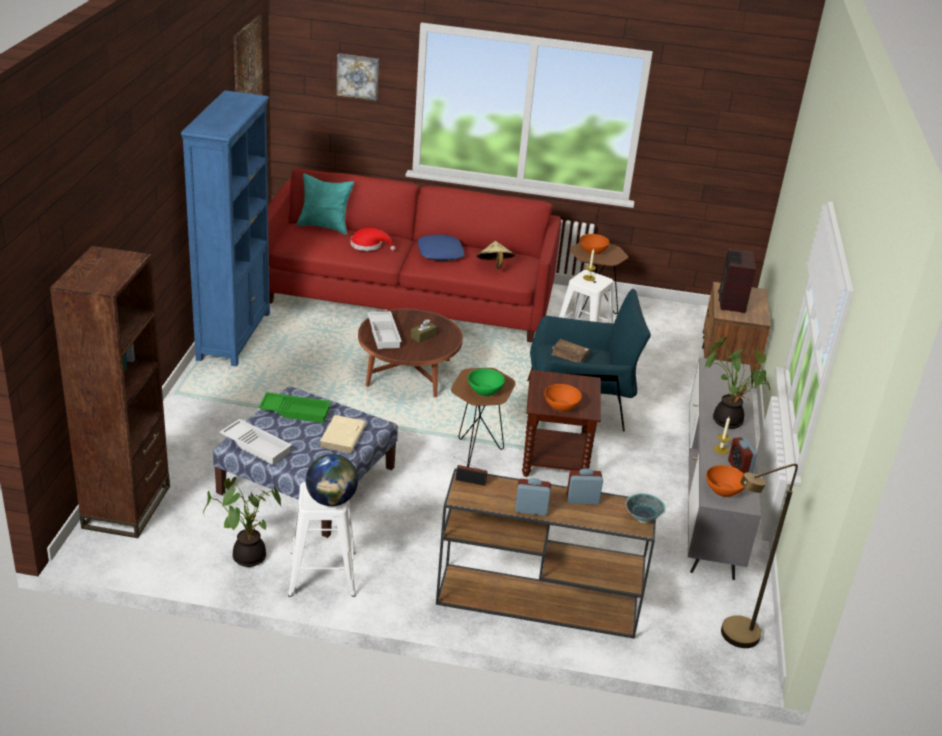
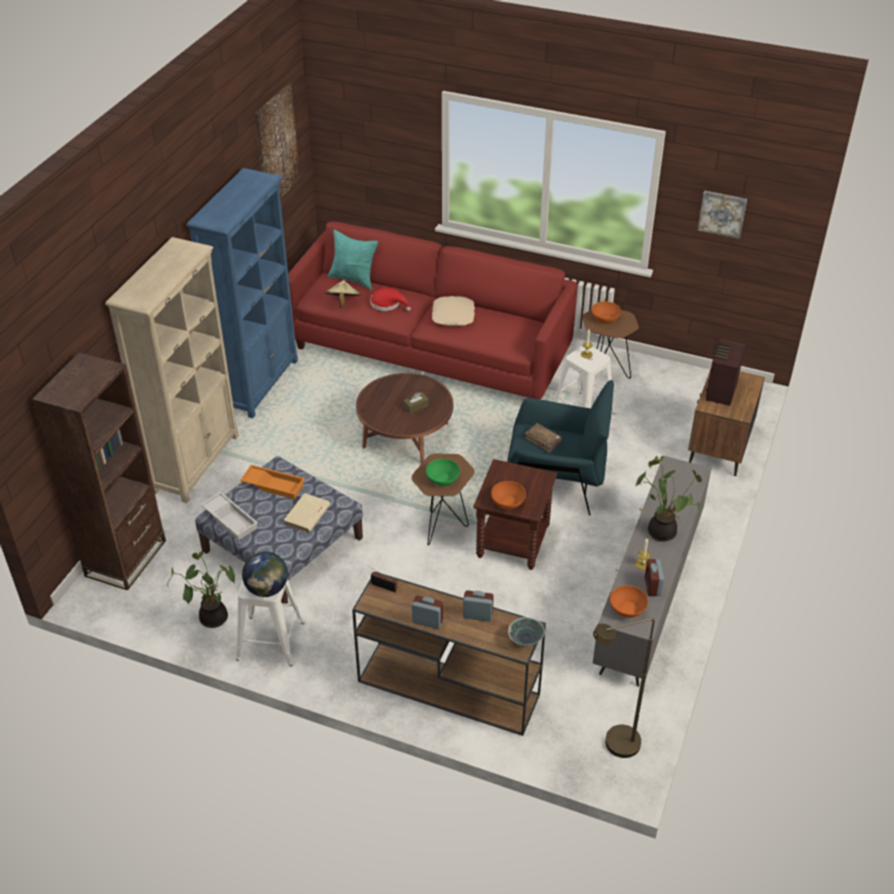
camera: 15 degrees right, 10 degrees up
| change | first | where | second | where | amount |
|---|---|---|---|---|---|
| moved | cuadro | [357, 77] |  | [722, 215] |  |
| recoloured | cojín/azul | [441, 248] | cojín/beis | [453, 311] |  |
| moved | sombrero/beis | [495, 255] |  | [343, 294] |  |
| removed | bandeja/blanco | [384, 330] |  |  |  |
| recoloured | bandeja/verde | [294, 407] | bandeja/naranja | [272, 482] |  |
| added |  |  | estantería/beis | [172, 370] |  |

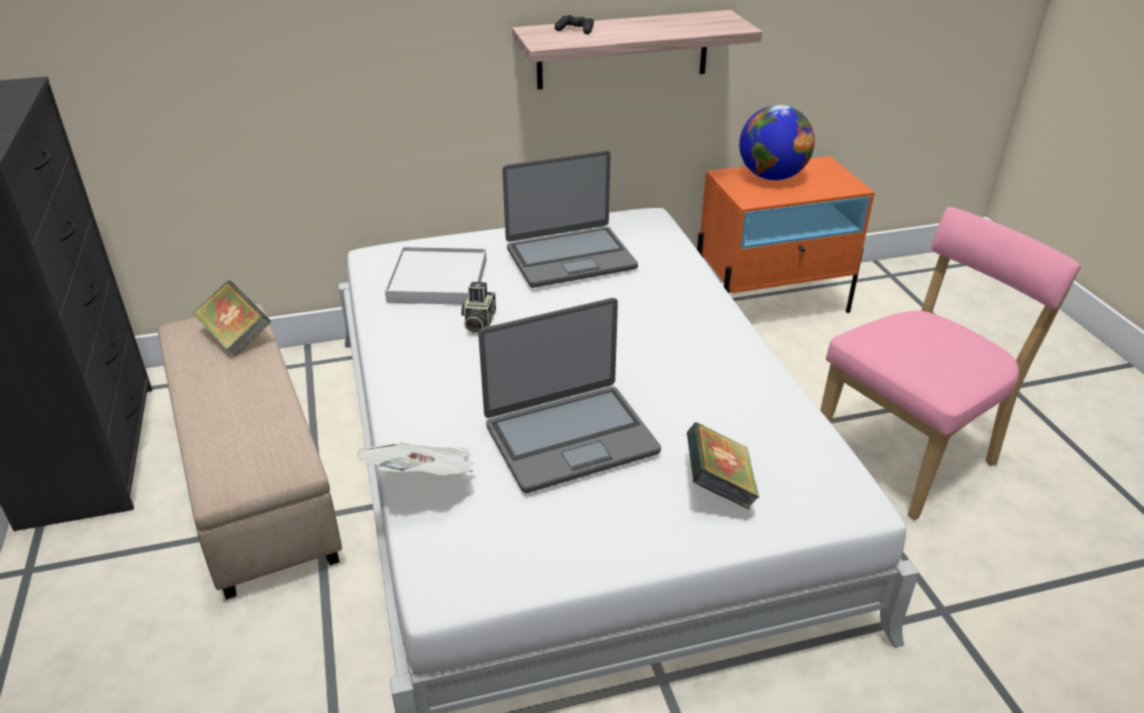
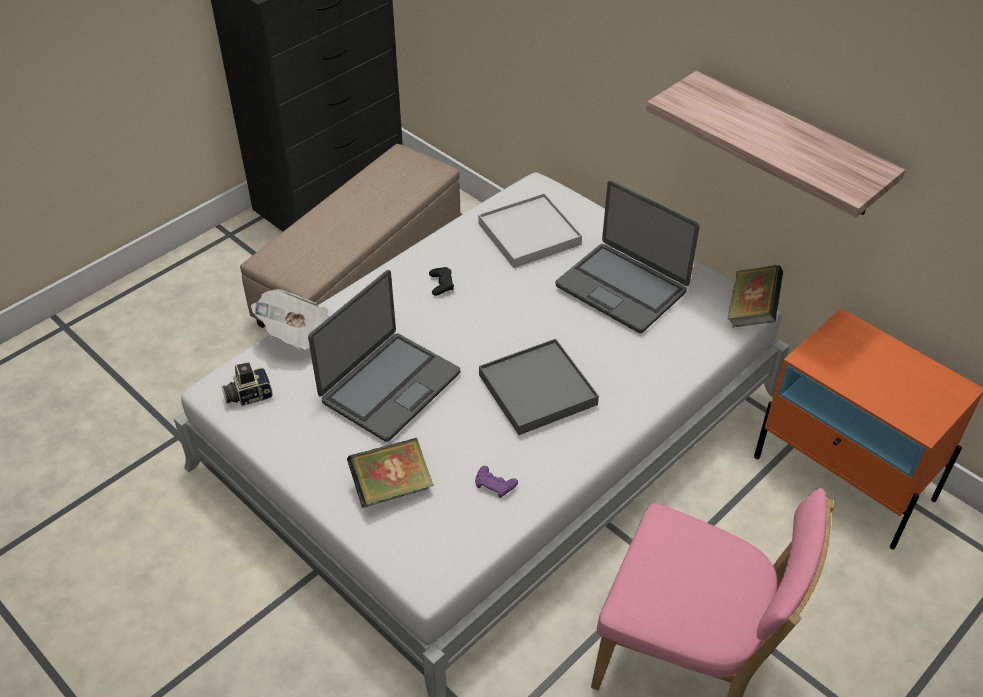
camera: 60 degrees right, 10 degrees up
| change | first | where | second | where | amount |
|---|---|---|---|---|---|
| moved | mando de consola/negro | [574, 25] |  | [441, 281] |  |
| removed | globo terráqueo | [777, 142] |  |  |  |
| moved | libro | [231, 318] |  | [755, 296] |  |
| moved | cámara | [478, 307] |  | [247, 384] |  |
| turned | portátil | [569, 395] |  | [384, 356] | 90 degrees counterclockwise |
| added |  |  | bandeja/gris | [539, 387] |  |
| added |  |  | mando de consola/morado | [496, 482] |  |

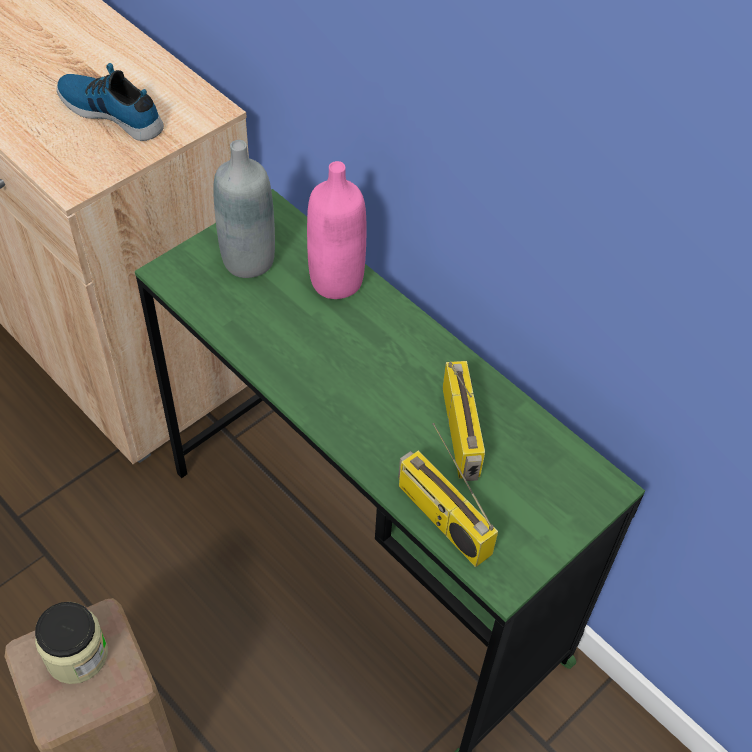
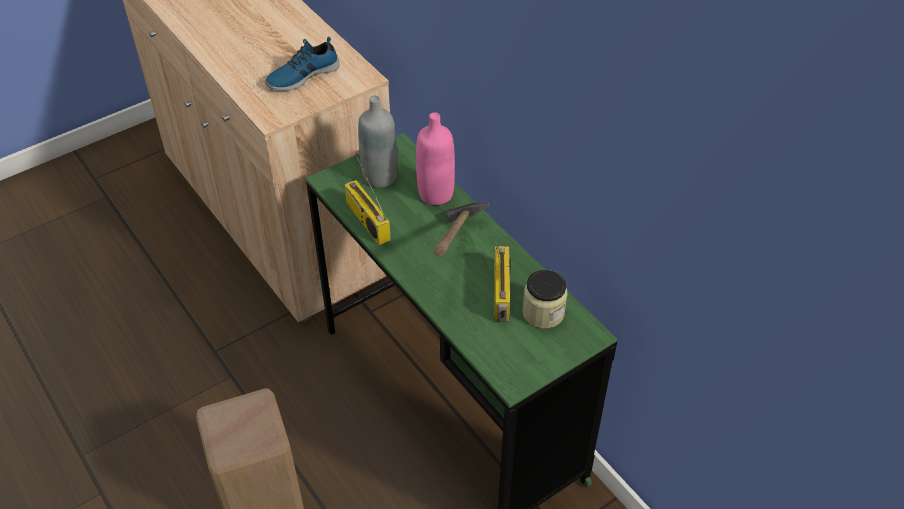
camera: 10 degrees right, 5 degrees down
| change | first | where | second | where | amount |
|---|---|---|---|---|---|
| turned | zapato | [110, 102] |  | [302, 64] | 75 degrees counterclockwise |
| moved | radio | [448, 495] |  | [368, 200] |  |
| moved | tarro | [71, 643] |  | [545, 299] |  |
| added |  |  | martillo | [461, 229] |  |

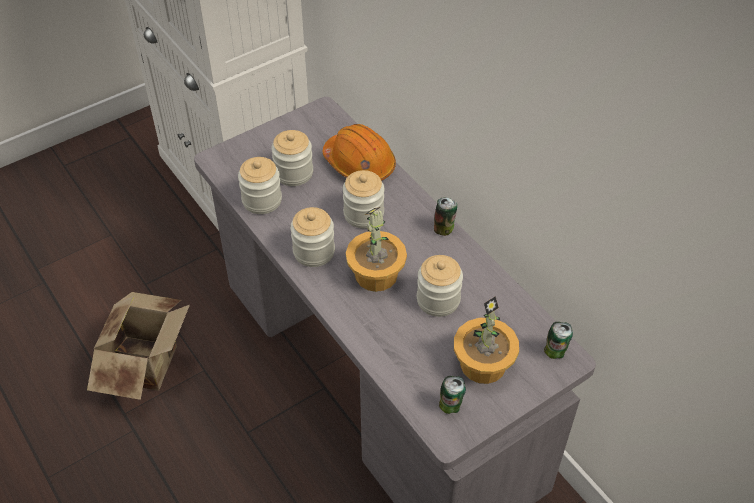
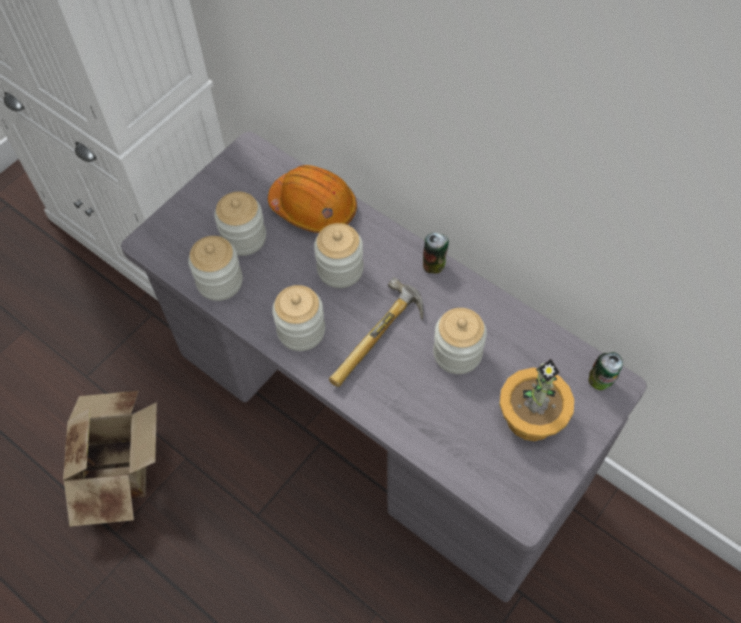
camera: 15 degrees left, 10 degrees up
| change | first | where | second | where | amount |
|---|---|---|---|---|---|
| replaced | planta en maceta | [376, 249] | martillo | [376, 332] |  |
| removed | lata | [452, 395] |  |  |  |

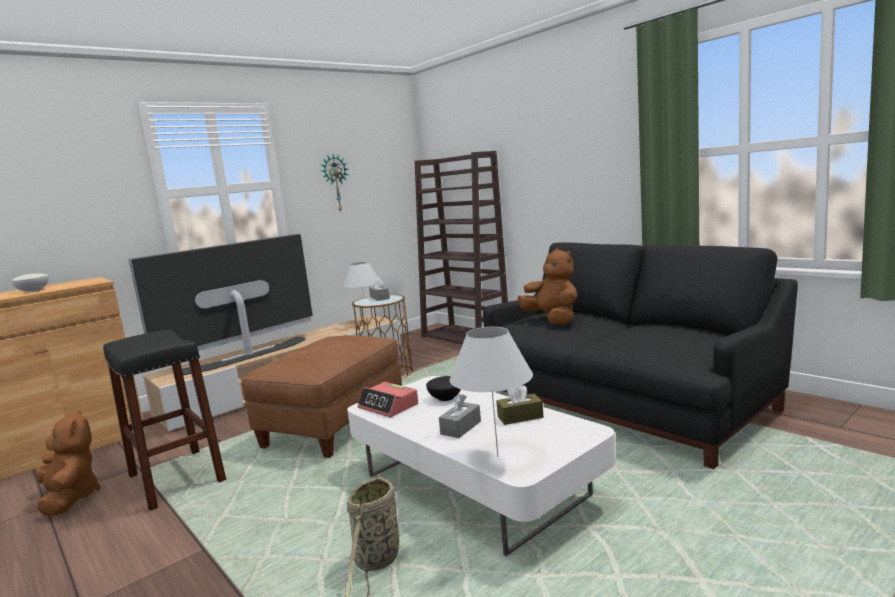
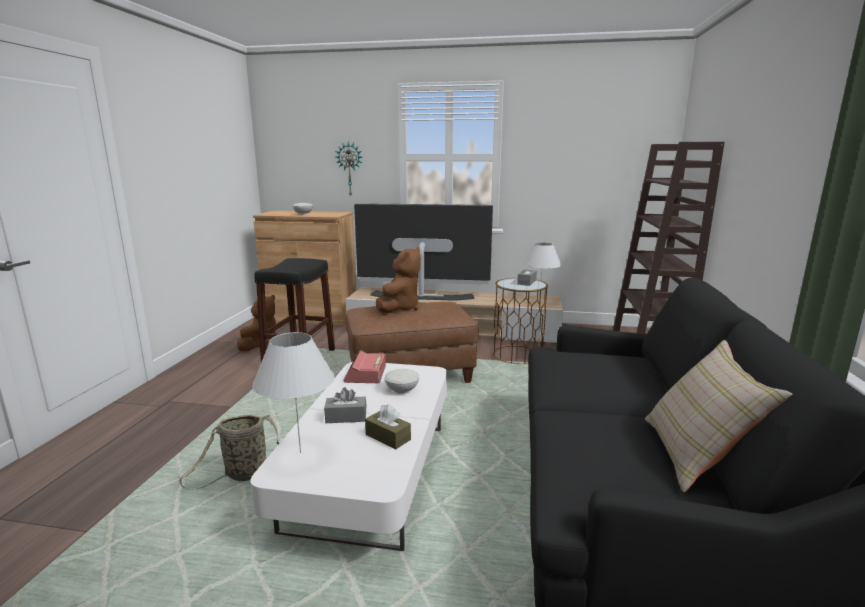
camera: 50 degrees right, 5 degrees up
| change | first | where | second | where | amount |
|---|---|---|---|---|---|
| moved | reloj de pared | [334, 183] |  | [349, 168] |  |
| moved | peluche/marrón | [547, 286] |  | [398, 280] |  |
| recoloured | cuenco/negro | [443, 388] | cuenco/blanco | [401, 381] |  |
| added |  |  | cojín/beis | [718, 416] |  |

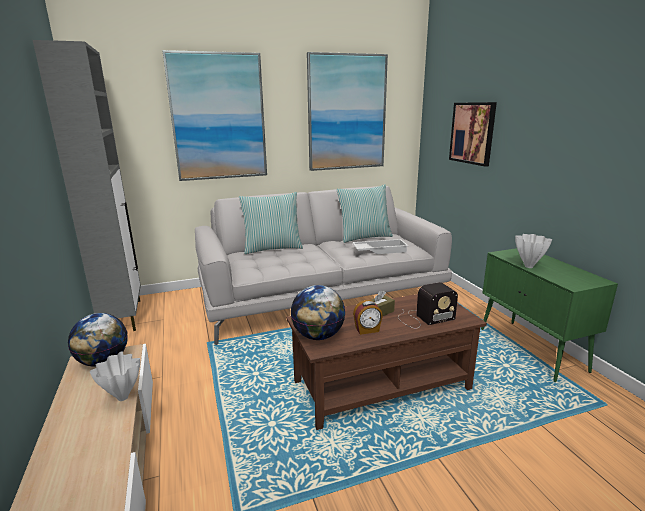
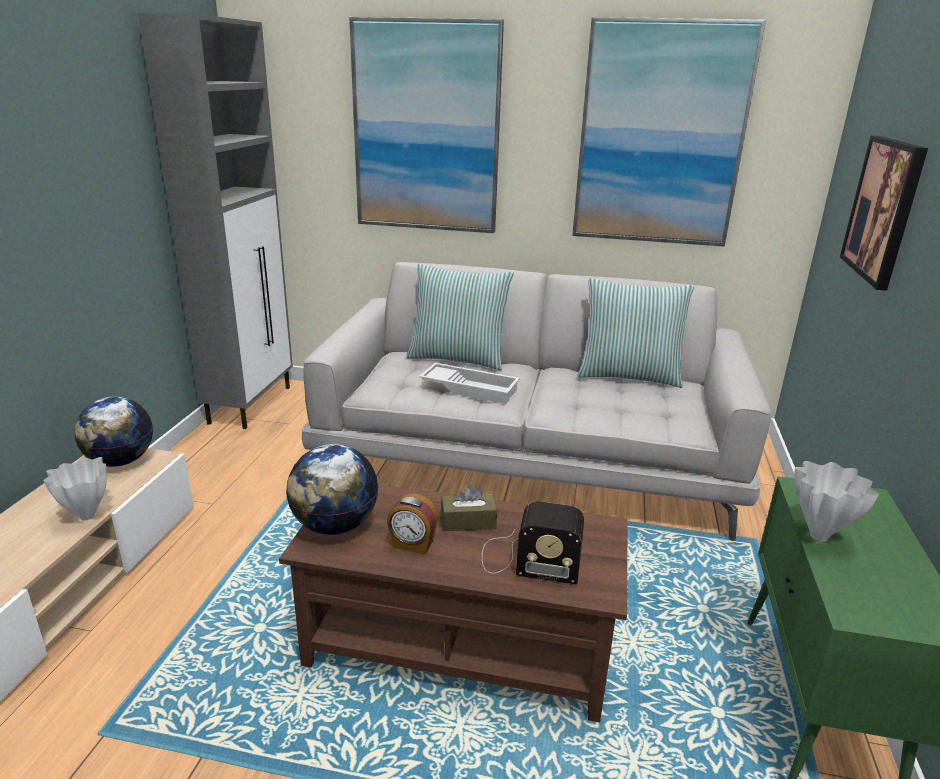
camera: 30 degrees right, 5 degrees up
| change | first | where | second | where | amount |
|---|---|---|---|---|---|
| moved | bandeja/blanco | [380, 246] |  | [469, 383] |  |

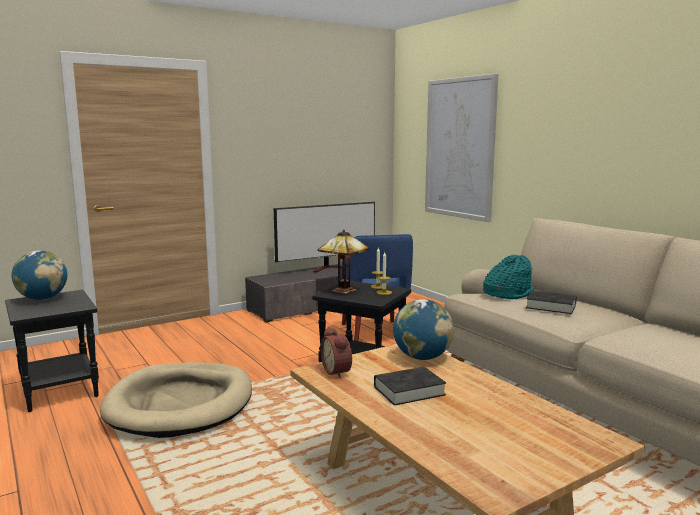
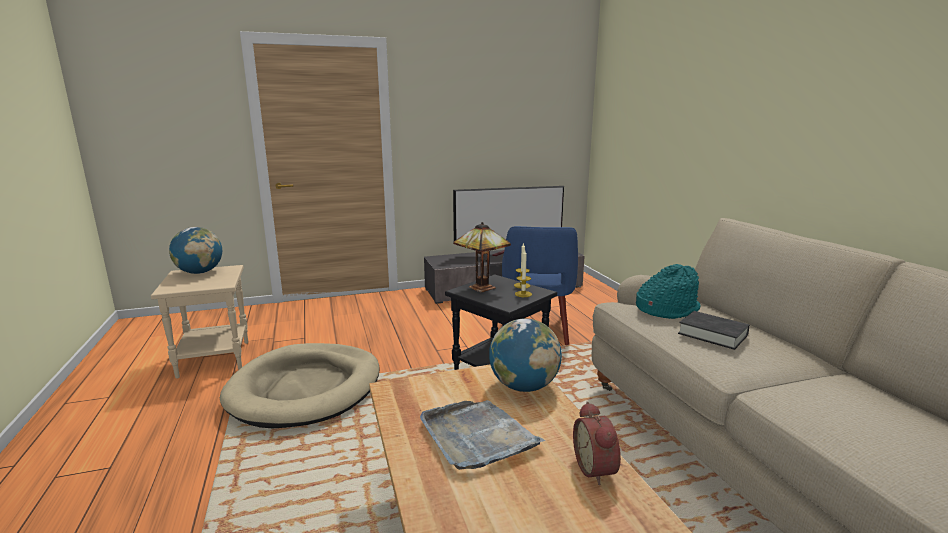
camera: 15 degrees right, 5 degrees up
| change | first | where | second | where | amount |
|---|---|---|---|---|---|
| removed | cuadro | [461, 147] |  |  |  |
| recoloured | mesa auxiliar/negro | [52, 351] | mesa auxiliar/beis | [199, 322] |  |
| moved | despertador | [336, 352] |  | [597, 443] |  |
| replaced | libro/negro | [410, 386] | bandeja/gris | [483, 435] |  |

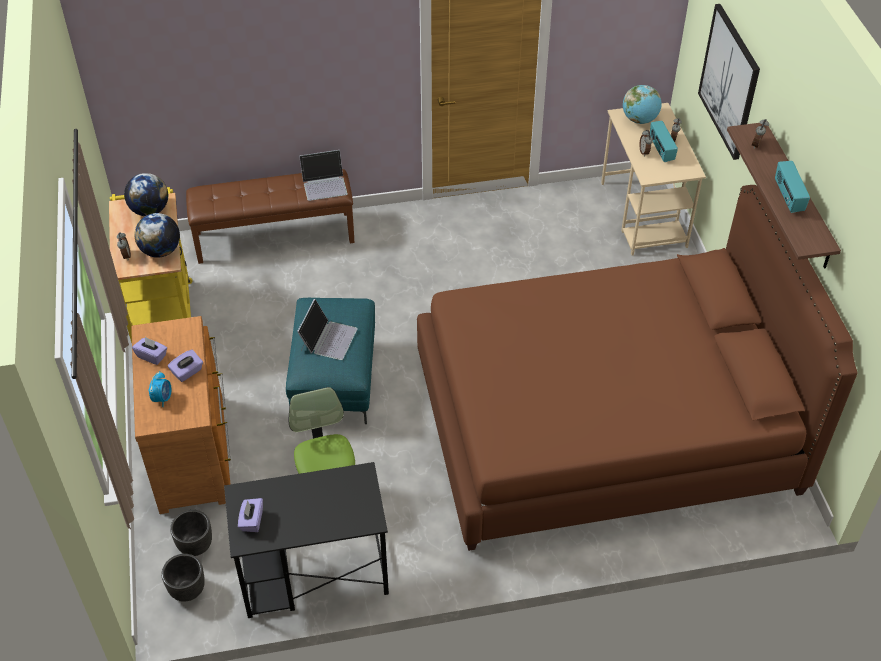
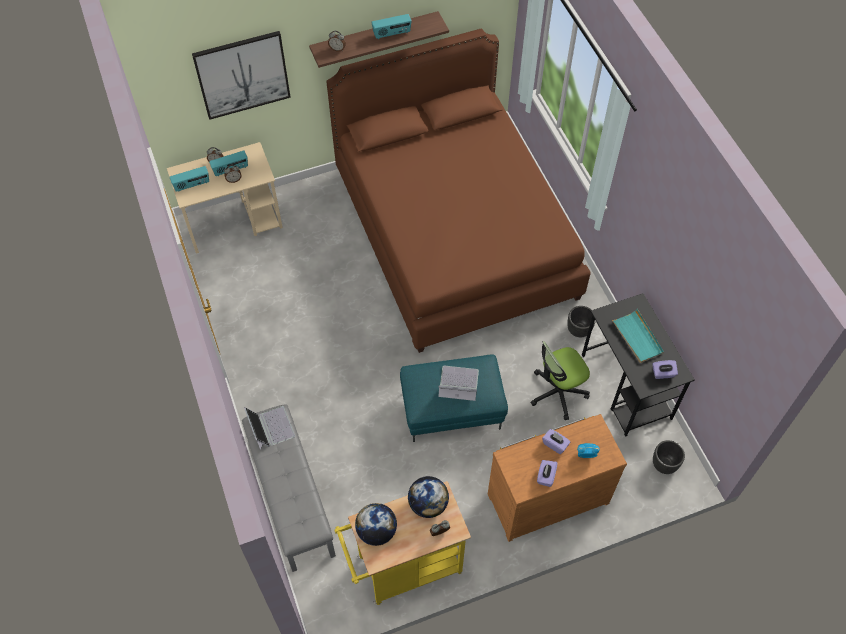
camera: 100 degrees left, 10 degrees up
| change | first | where | second | where | amount |
|---|---|---|---|---|---|
| replaced | globo terráqueo | [642, 104] | radio | [189, 179] |  |
| recoloured | banco/marrón | [270, 216] | banco/gris | [289, 488] |  |
| moved | maceta/negro | [191, 533] |  | [581, 321] |  |
| added |  |  | bandeja/turquesa | [637, 336] |  |

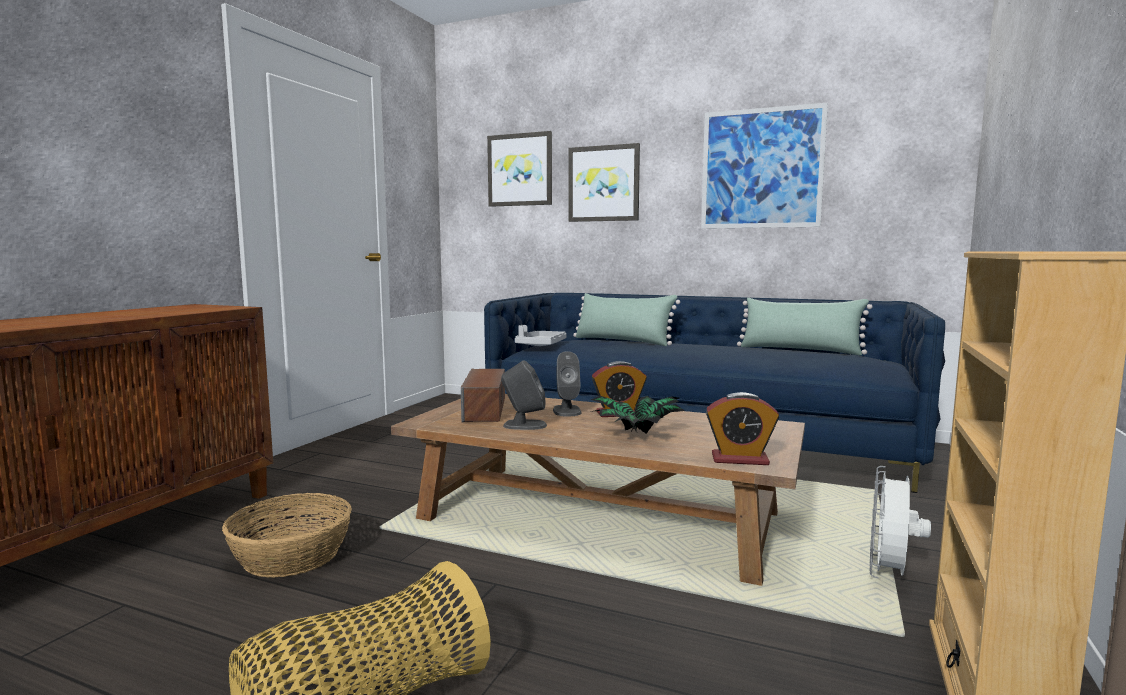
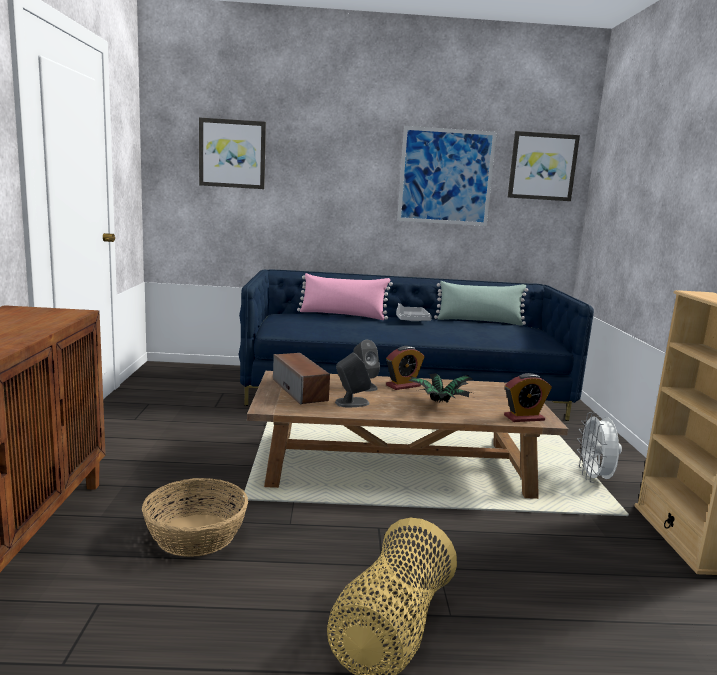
camera: 25 degrees left, 5 degrees up
| change | first | where | second | where | amount |
|---|---|---|---|---|---|
| moved | cuadro | [604, 182] |  | [544, 166] |  |
| recoloured | cojín/verde | [626, 319] | cojín/rosa | [345, 296] |  |
| moved | bandeja/gris | [541, 335] |  | [414, 312] |  |

